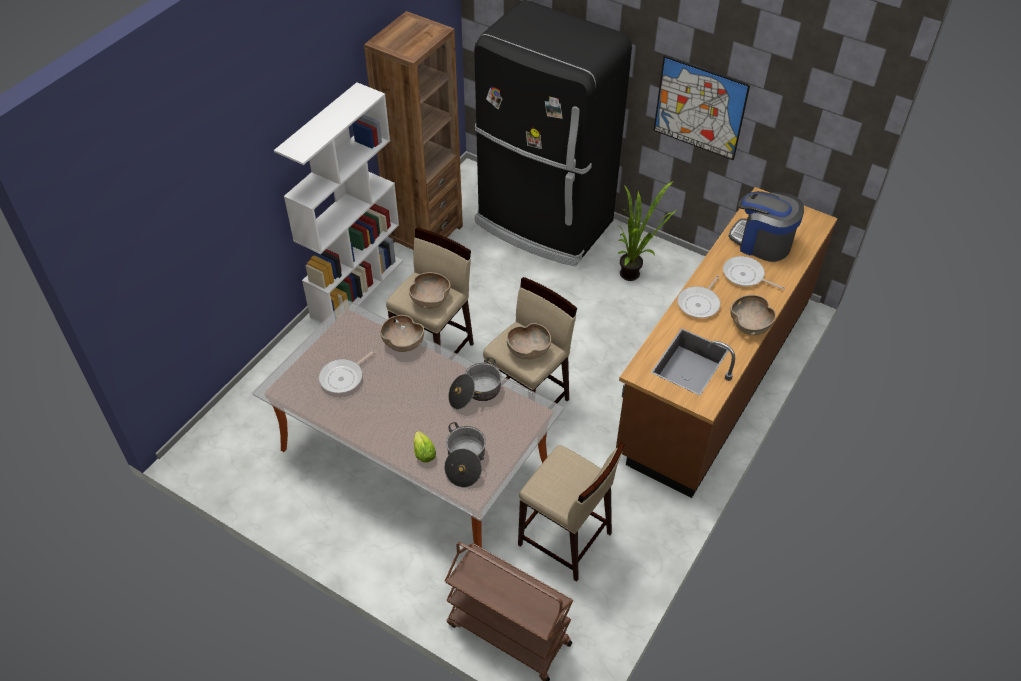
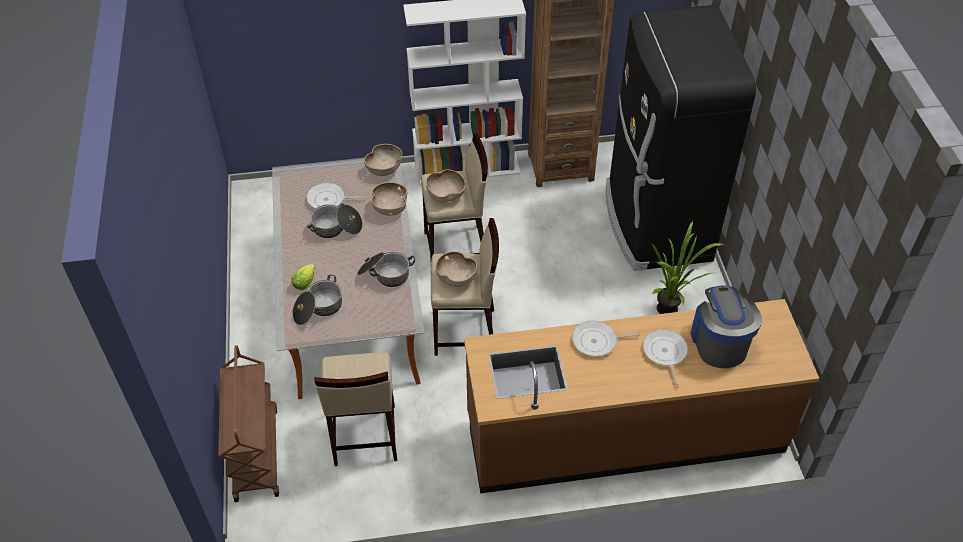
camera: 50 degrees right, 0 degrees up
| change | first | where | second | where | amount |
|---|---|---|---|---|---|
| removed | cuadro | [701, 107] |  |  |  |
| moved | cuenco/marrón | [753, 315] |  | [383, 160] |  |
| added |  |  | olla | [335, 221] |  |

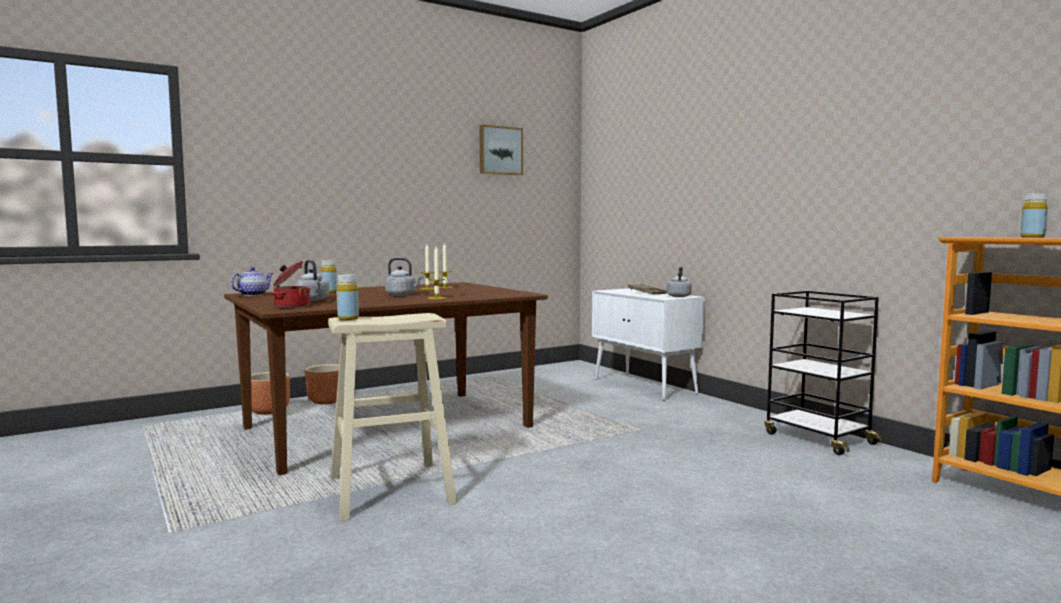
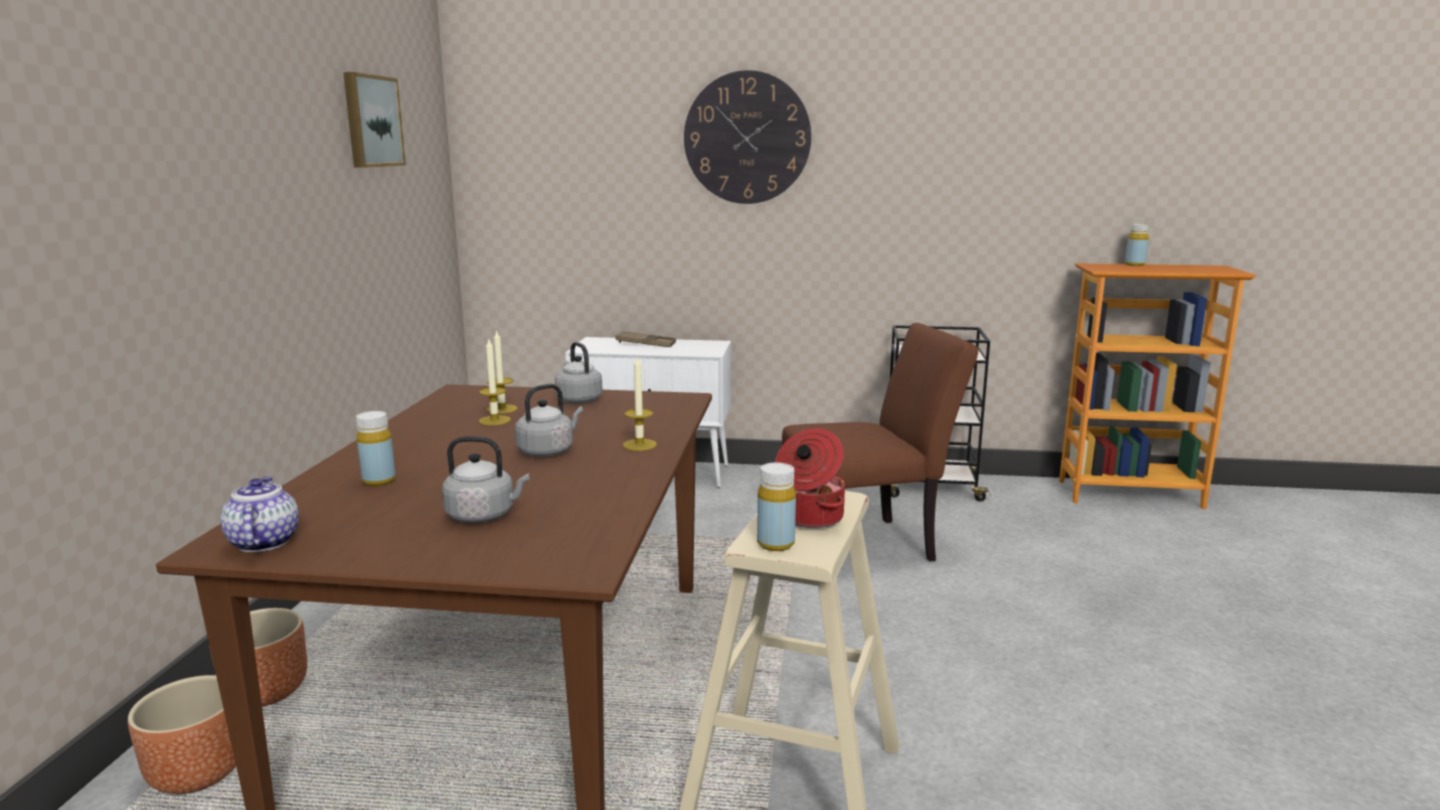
camera: 50 degrees left, 10 degrees up
| change | first | where | second | where | amount |
|---|---|---|---|---|---|
| moved | olla | [291, 284] |  | [810, 478] |  |
| moved | hervidor/gris | [679, 281] |  | [579, 372] |  |
| added |  |  | reloj de pared | [747, 137] |  |
| added |  |  | silla/marrón | [880, 442] |  |

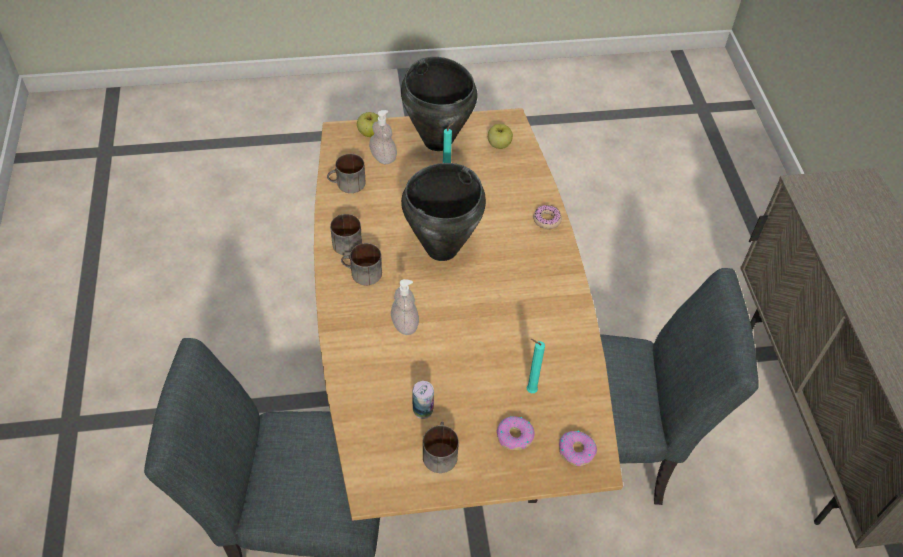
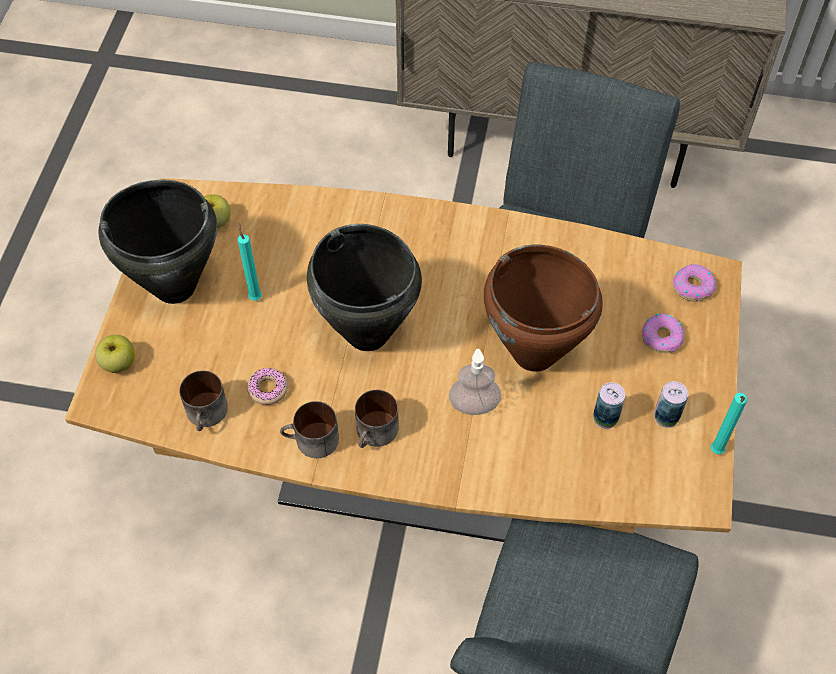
camera: 70 degrees left, 5 degrees up
| change | first | where | second | where | amount |
|---|---|---|---|---|---|
| removed | dispensador de jabón | [383, 137] |  |  |  |
| moved | rosquilla | [547, 217] |  | [267, 386] |  |
| moved | vela/turquesa | [535, 366] |  | [729, 423] |  |
| replaced | taza grande | [441, 447] | lata | [671, 404] |  |
| added |  |  | olla/marrón | [543, 308] |  |

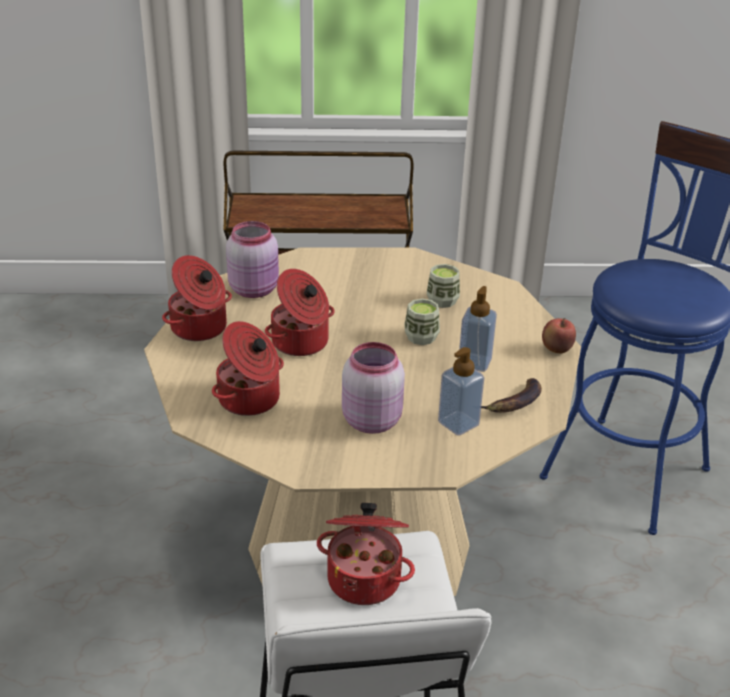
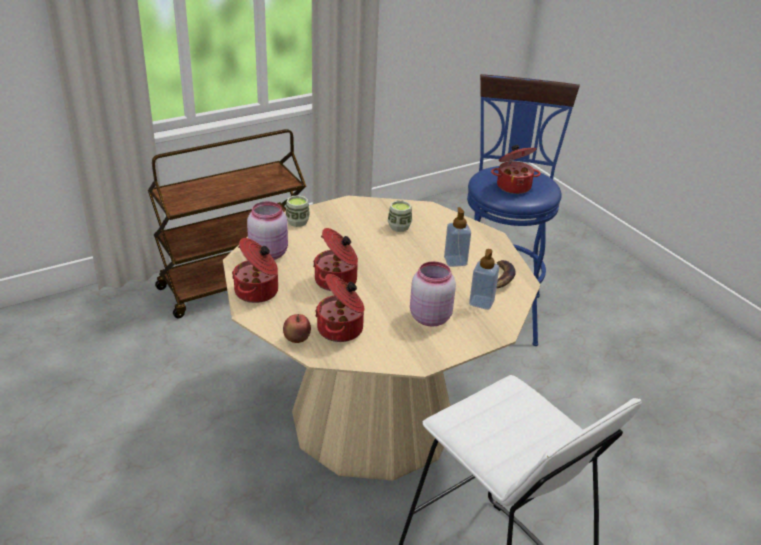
camera: 30 degrees left, 0 degrees up
| change | first | where | second | where | amount |
|---|---|---|---|---|---|
| moved | taza | [422, 322] |  | [297, 211] |  |
| moved | manzana | [559, 335] |  | [297, 328] |  |
| moved | olla | [366, 554] |  | [516, 169] |  |

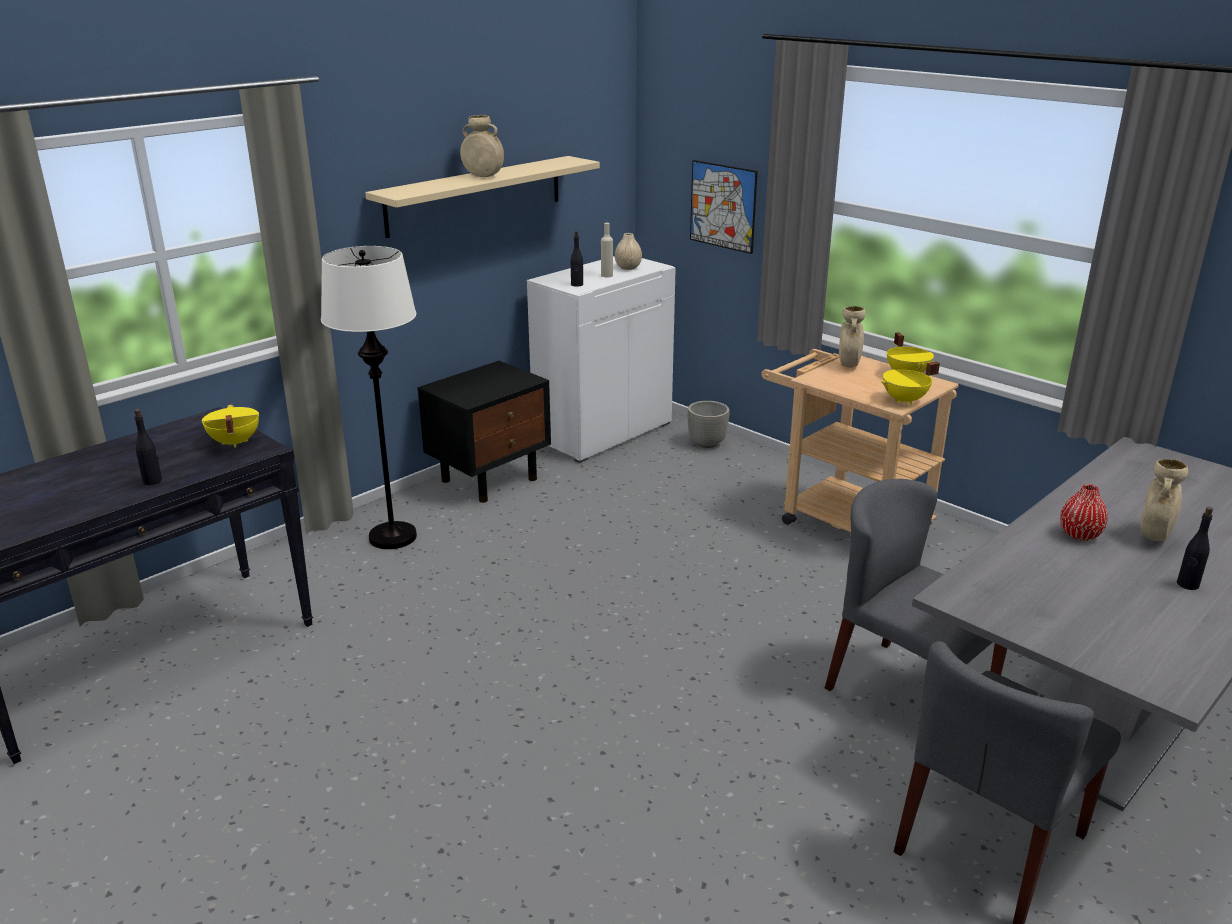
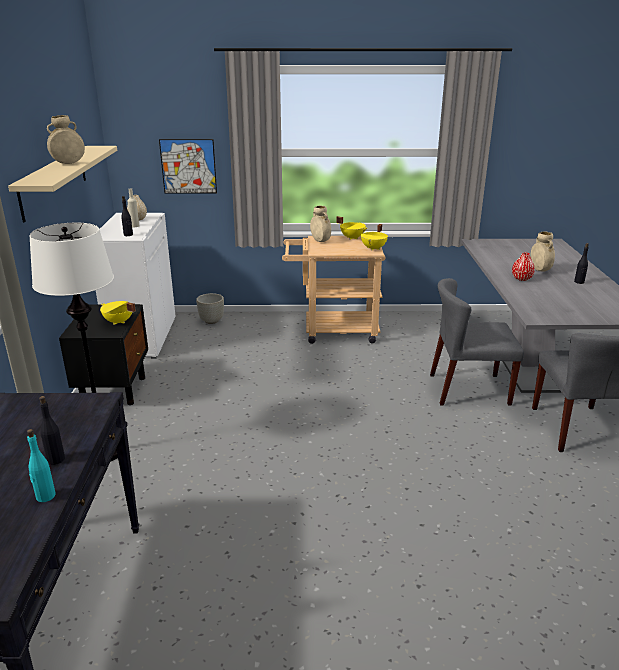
camera: 45 degrees left, 0 degrees up
| change | first | where | second | where | amount |
|---|---|---|---|---|---|
| moved | olla/amarillo | [230, 426] |  | [118, 313] |  |
| added |  |  | botella/turquesa | [41, 465] |  |

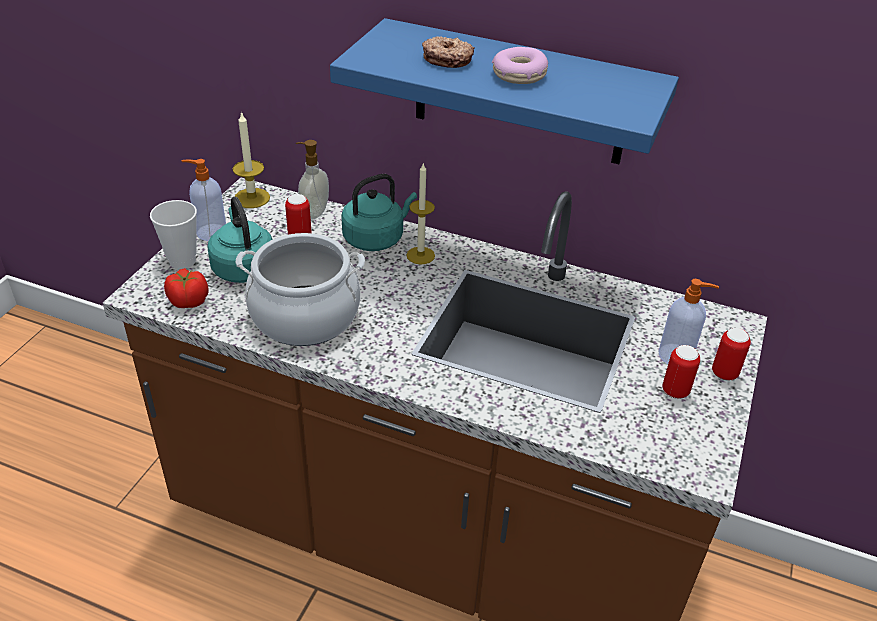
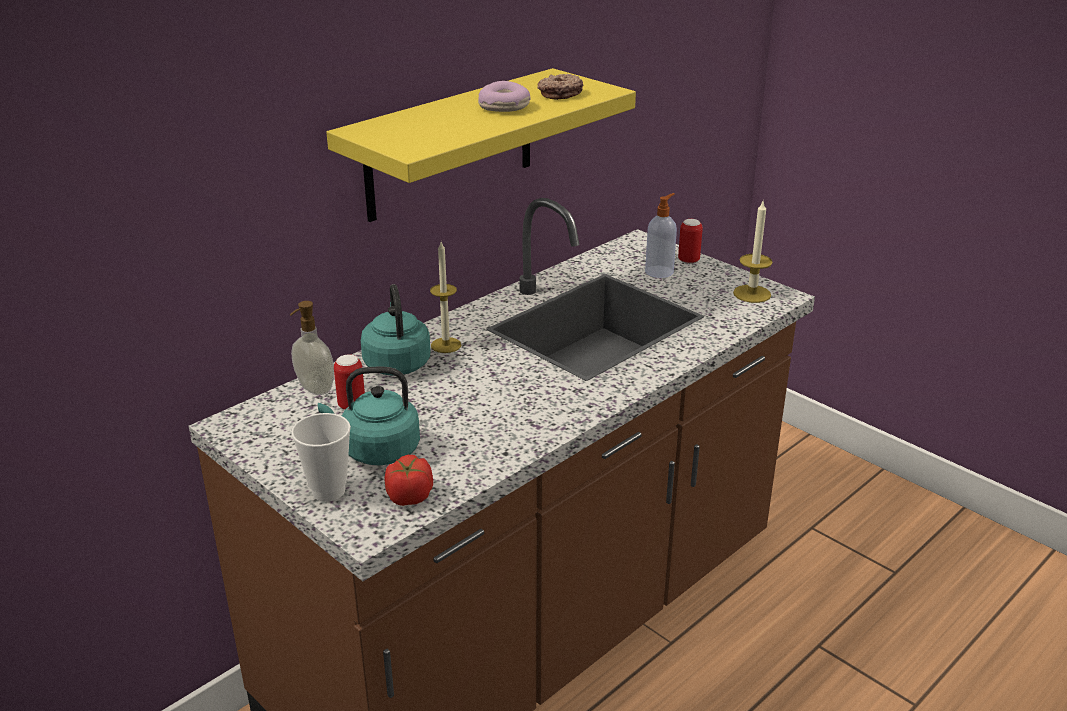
camera: 65 degrees left, 10 degrees down
| change | first | where | second | where | amount |
|---|---|---|---|---|---|
| recoloured | estante/azul | [504, 91] | estante/amarillo | [481, 145] |  |
| moved | rosquilla | [448, 52] |  | [560, 87] |  |
| moved | vela | [251, 159] |  | [753, 251] |  |
| removed | dispensador de jabón | [204, 200] |  |  |  |
| removed | olla | [300, 289] |  |  |  |
| removed | lata | [681, 372] |  |  |  |

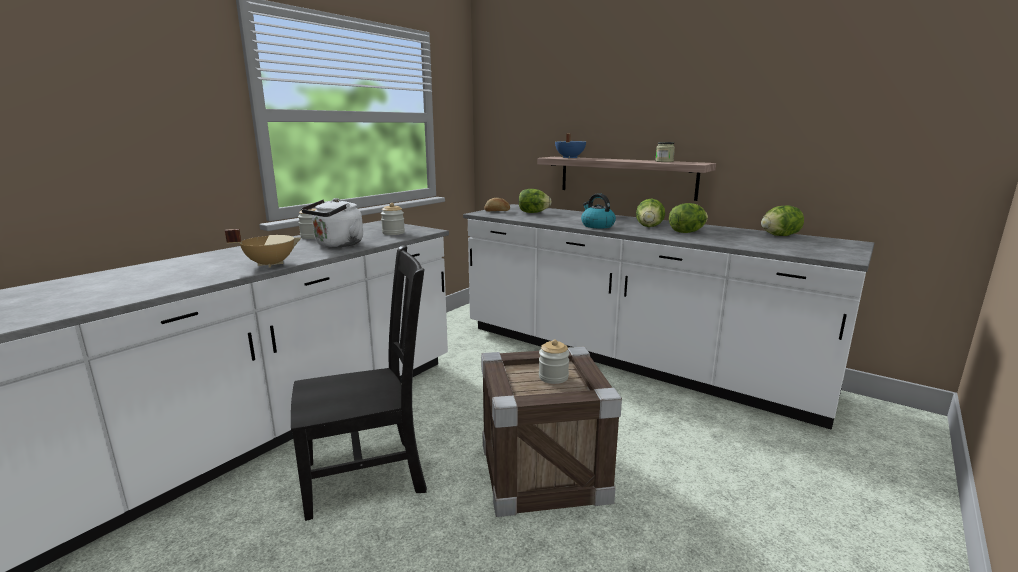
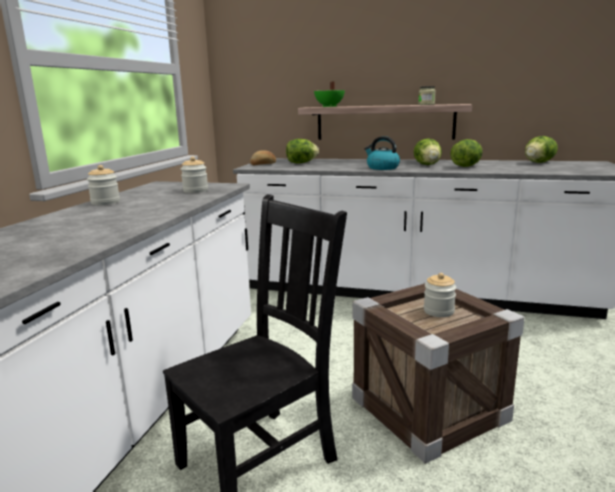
camera: 20 degrees left, 0 degrees up
| change | first | where | second | where | amount |
|---|---|---|---|---|---|
| recoloured | olla/azul | [571, 146] | olla/verde | [329, 94] |  |
| removed | hervidor/blanco | [332, 222] |  |  |  |
| removed | olla/beis | [263, 248] |  |  |  |

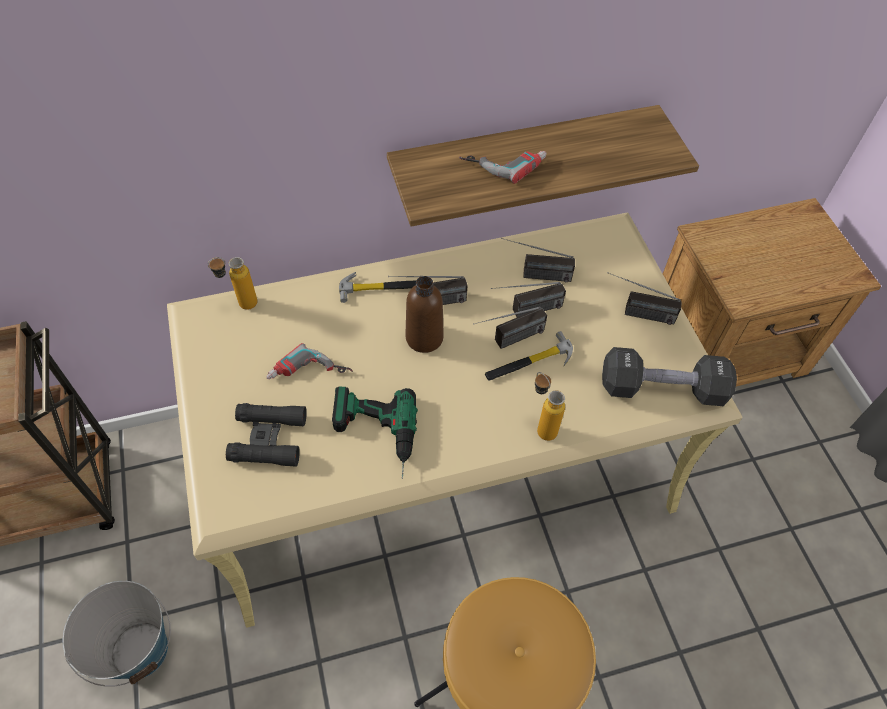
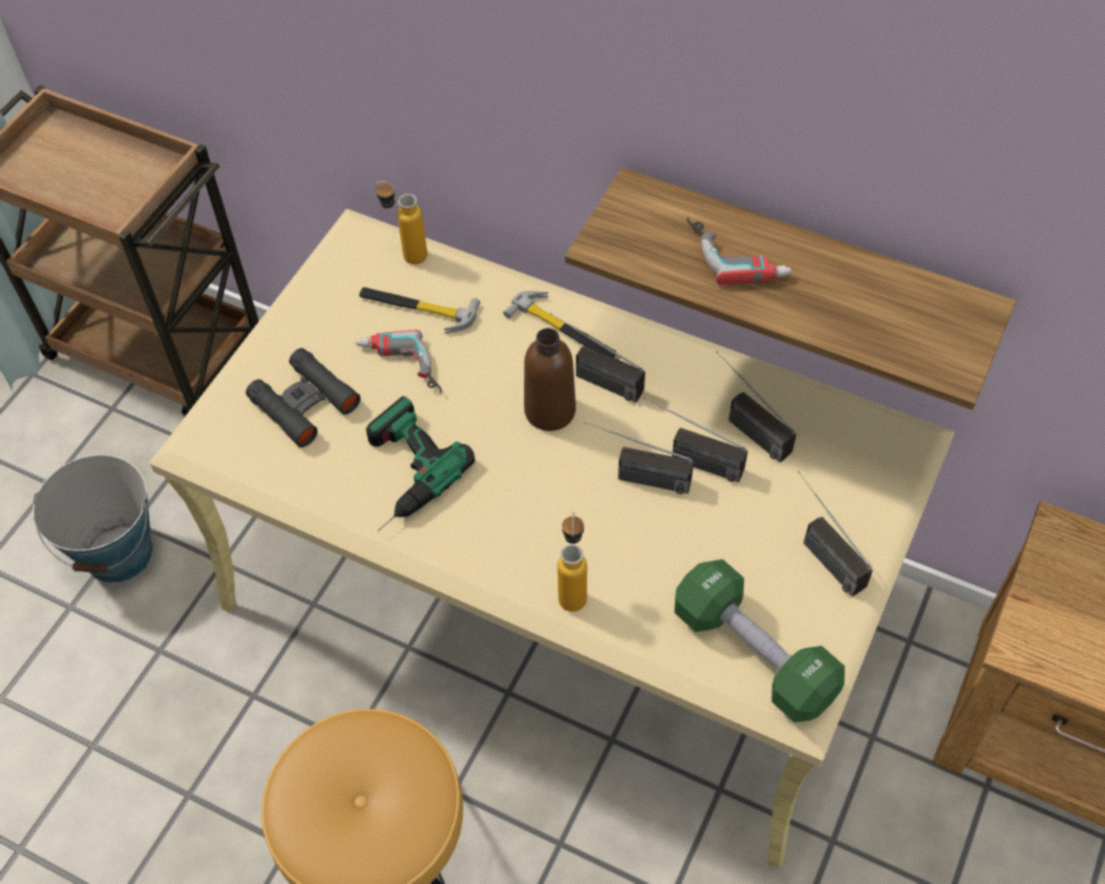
camera: 45 degrees right, 0 degrees up
| change | first | where | second | where | amount |
|---|---|---|---|---|---|
| moved | martillo | [529, 355] |  | [419, 310] |  |
| recoloured | mancuerna/negro | [669, 376] | mancuerna/verde | [759, 640] |  |

